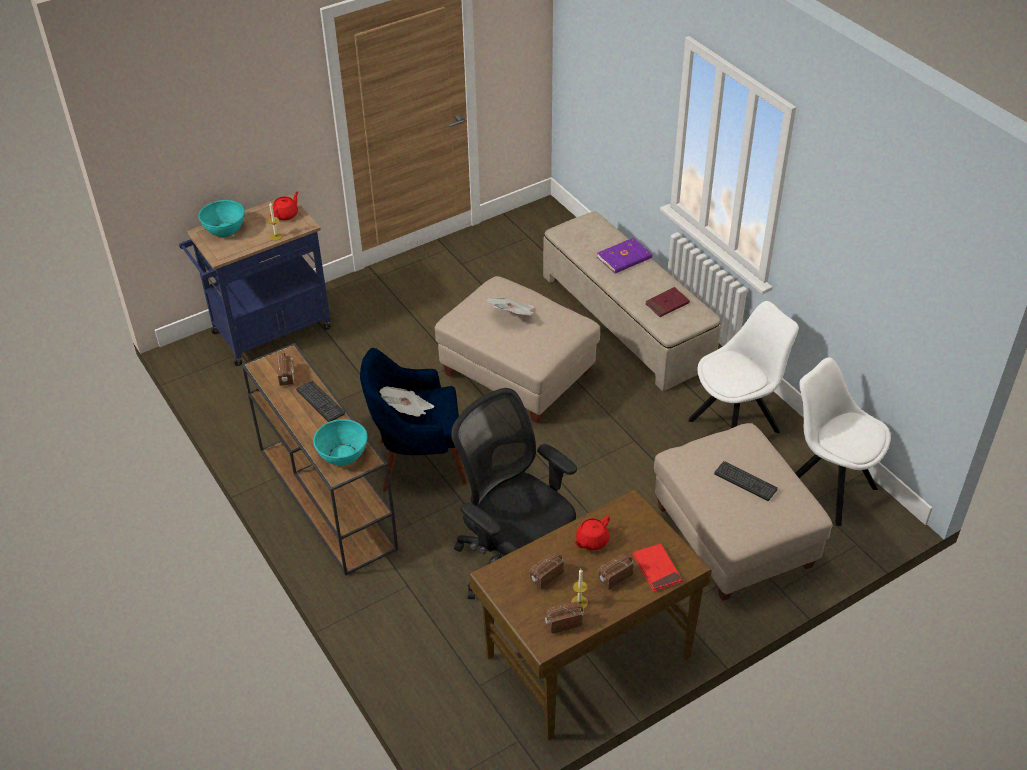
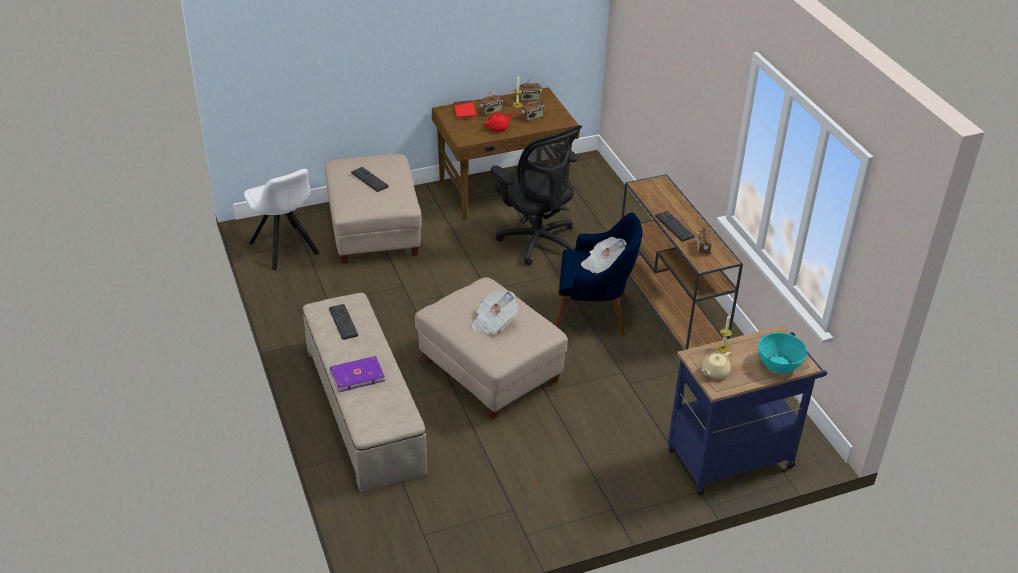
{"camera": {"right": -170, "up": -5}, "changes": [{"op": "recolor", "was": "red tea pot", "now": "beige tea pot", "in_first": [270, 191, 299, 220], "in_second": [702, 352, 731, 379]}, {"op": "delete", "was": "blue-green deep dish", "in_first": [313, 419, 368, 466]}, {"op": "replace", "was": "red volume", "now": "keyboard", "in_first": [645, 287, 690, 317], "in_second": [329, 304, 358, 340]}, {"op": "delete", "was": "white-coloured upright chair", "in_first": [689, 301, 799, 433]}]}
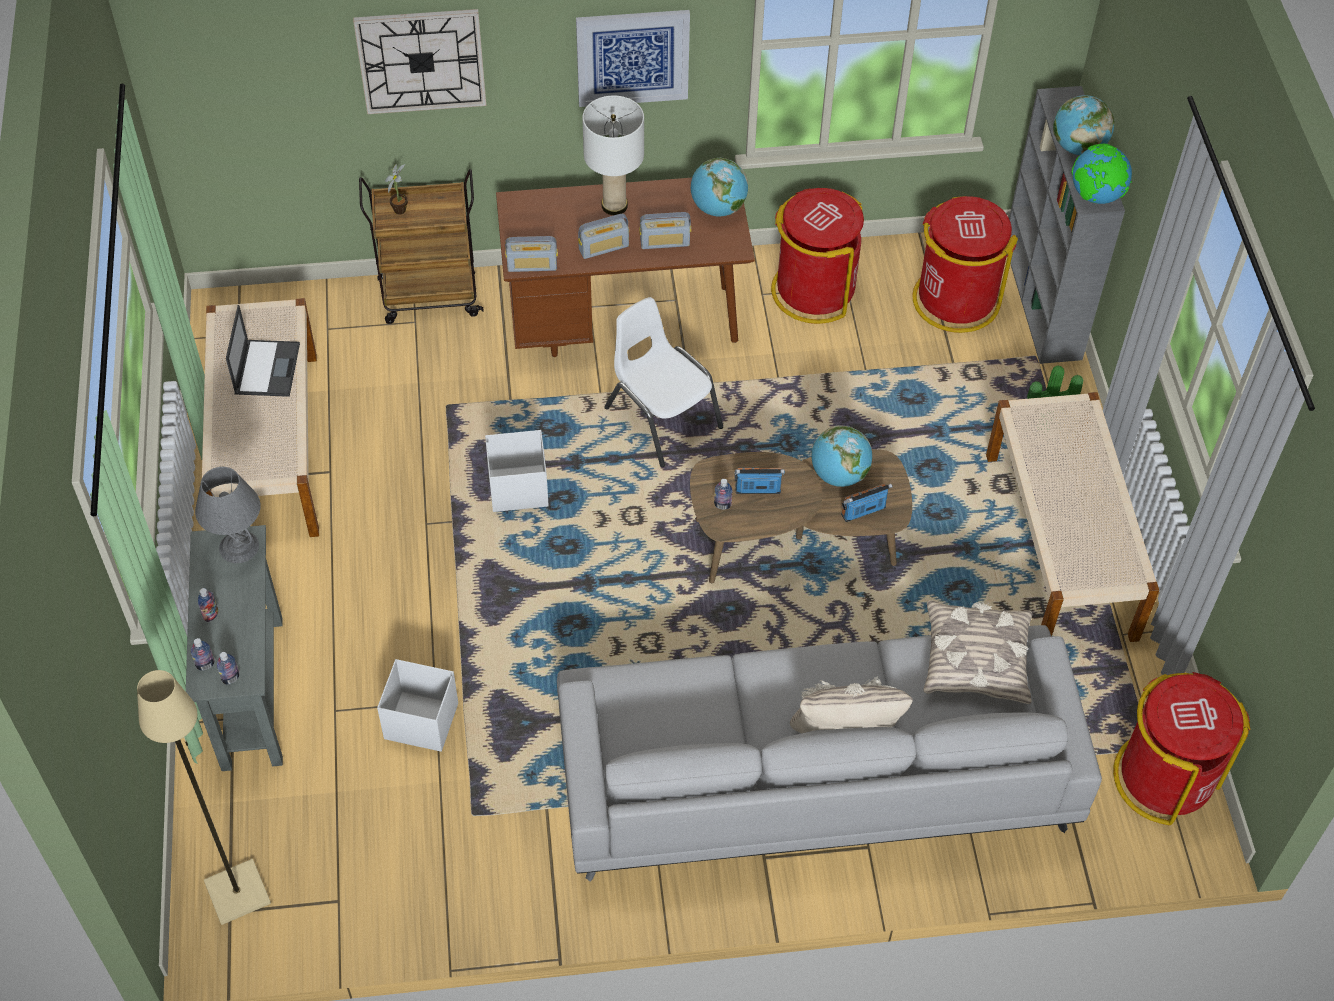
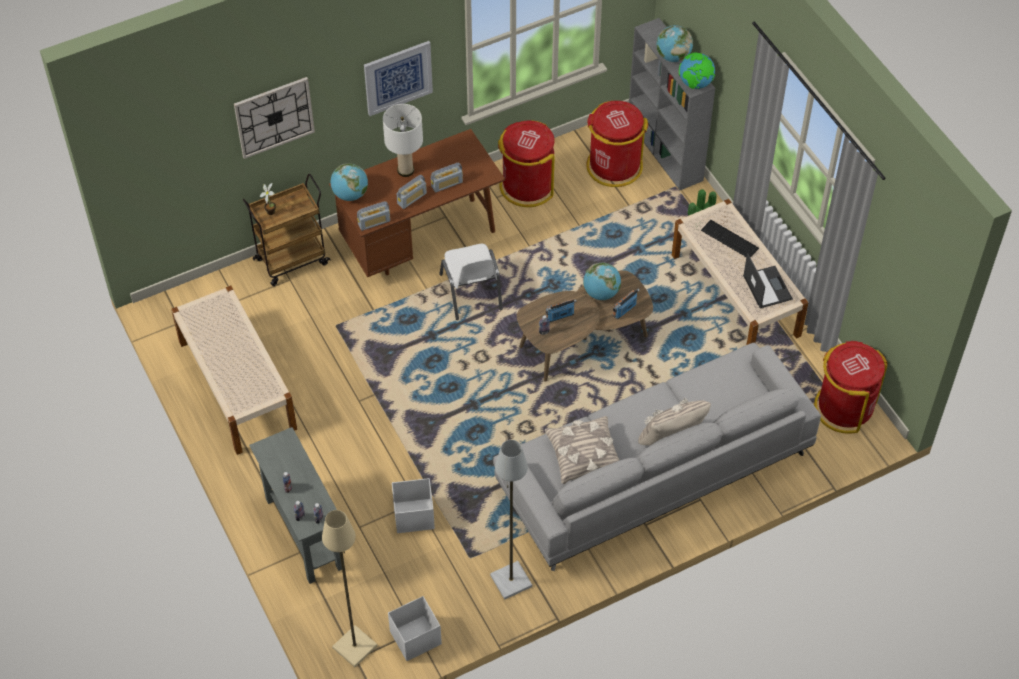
{"camera": {"right": -20, "up": 0}, "changes": [{"op": "delete", "was": "greyish table lamp", "in_first": [195, 467, 260, 563]}, {"op": "move", "was": "laptop", "in_first": [226, 305, 300, 397], "in_second": [743, 253, 793, 308]}, {"op": "move", "was": "white-coloured storage bin", "in_first": [485, 430, 549, 512], "in_second": [388, 596, 442, 661]}, {"op": "rotate", "was": "white-coloured upright chair", "in_first": [604, 297, 723, 467], "in_second": [439, 244, 503, 320], "clockwise": -135}, {"op": "move", "was": "desk globe", "in_first": [691, 158, 748, 216], "in_second": [331, 163, 368, 201]}, {"op": "move", "was": "beige throw pillow", "in_first": [923, 600, 1032, 704], "in_second": [545, 416, 619, 484]}, {"op": "insert", "now": "greyish standard lamp", "in_second": [490, 440, 532, 600]}, {"op": "insert", "now": "keyboard", "in_second": [701, 220, 759, 258]}]}
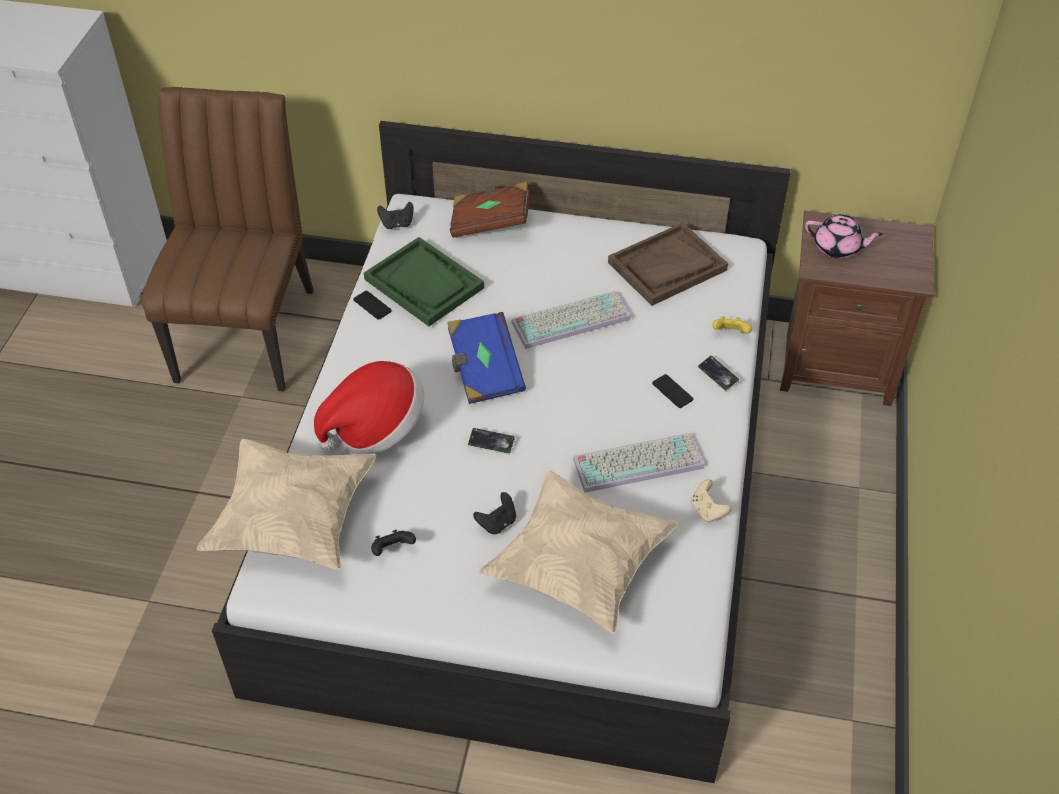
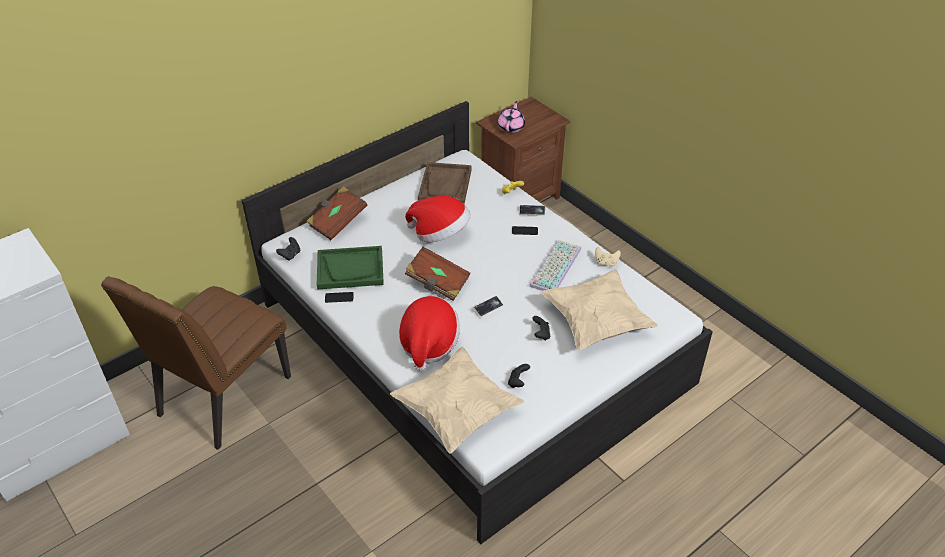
{"camera": {"right": -50, "up": -5}, "changes": [{"op": "rotate", "was": "brownish upright chair", "in_first": [142, 87, 314, 391], "in_second": [101, 276, 291, 450], "clockwise": -105}, {"op": "recolor", "was": "blue-coloured volume", "now": "brownish volume", "in_first": [447, 312, 526, 404], "in_second": [405, 247, 471, 301]}, {"op": "replace", "was": "keyboard", "now": "clothing hat", "in_first": [511, 291, 631, 349], "in_second": [405, 196, 470, 242]}, {"op": "rotate", "was": "pink tea pot", "in_first": [805, 214, 883, 259], "in_second": [498, 101, 525, 133], "clockwise": -45}]}
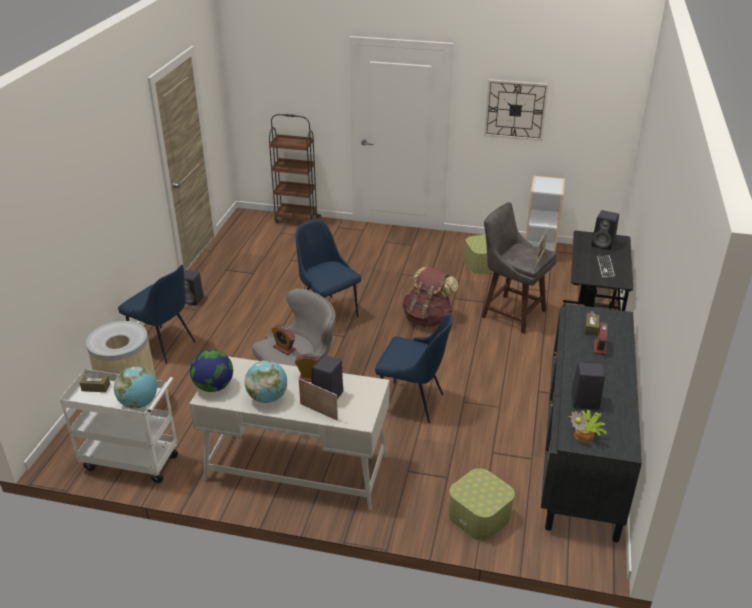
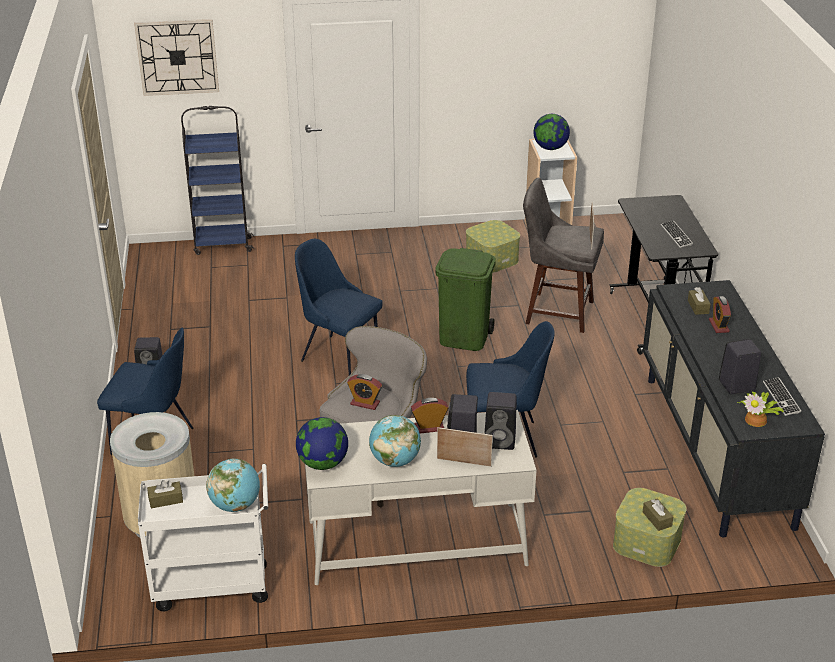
{"camera": {"right": -20, "up": 0}, "changes": [{"op": "recolor", "was": "brownish trolley", "now": "blue-coloured trolley", "in_first": [269, 114, 322, 223], "in_second": [181, 106, 254, 255]}, {"op": "replace", "was": "brownish backpack", "now": "green-coloured waste bin", "in_first": [402, 267, 458, 327], "in_second": [435, 248, 496, 351]}, {"op": "move", "was": "clock on the wall", "in_first": [484, 79, 549, 141], "in_second": [134, 19, 219, 96]}, {"op": "move", "was": "blackish audio speaker", "in_first": [591, 210, 619, 250], "in_second": [485, 392, 517, 450]}, {"op": "insert", "now": "desk globe", "in_second": [533, 114, 570, 150]}, {"op": "insert", "now": "brownish tissue box", "in_second": [643, 499, 673, 531]}, {"op": "insert", "now": "keyboard", "in_second": [763, 377, 801, 416]}]}
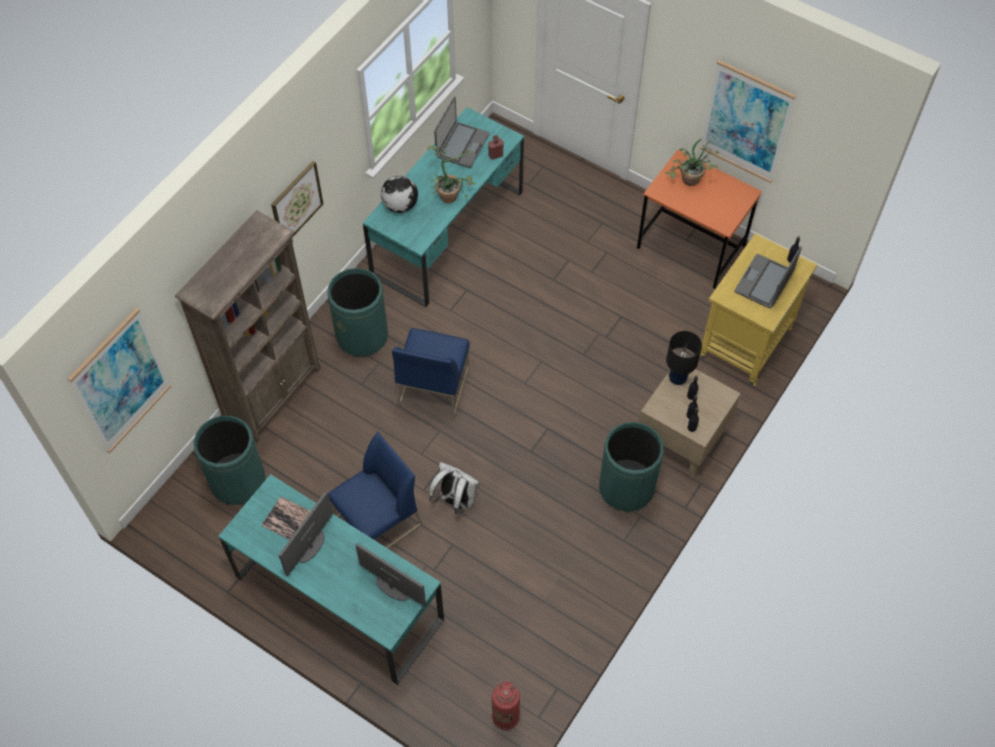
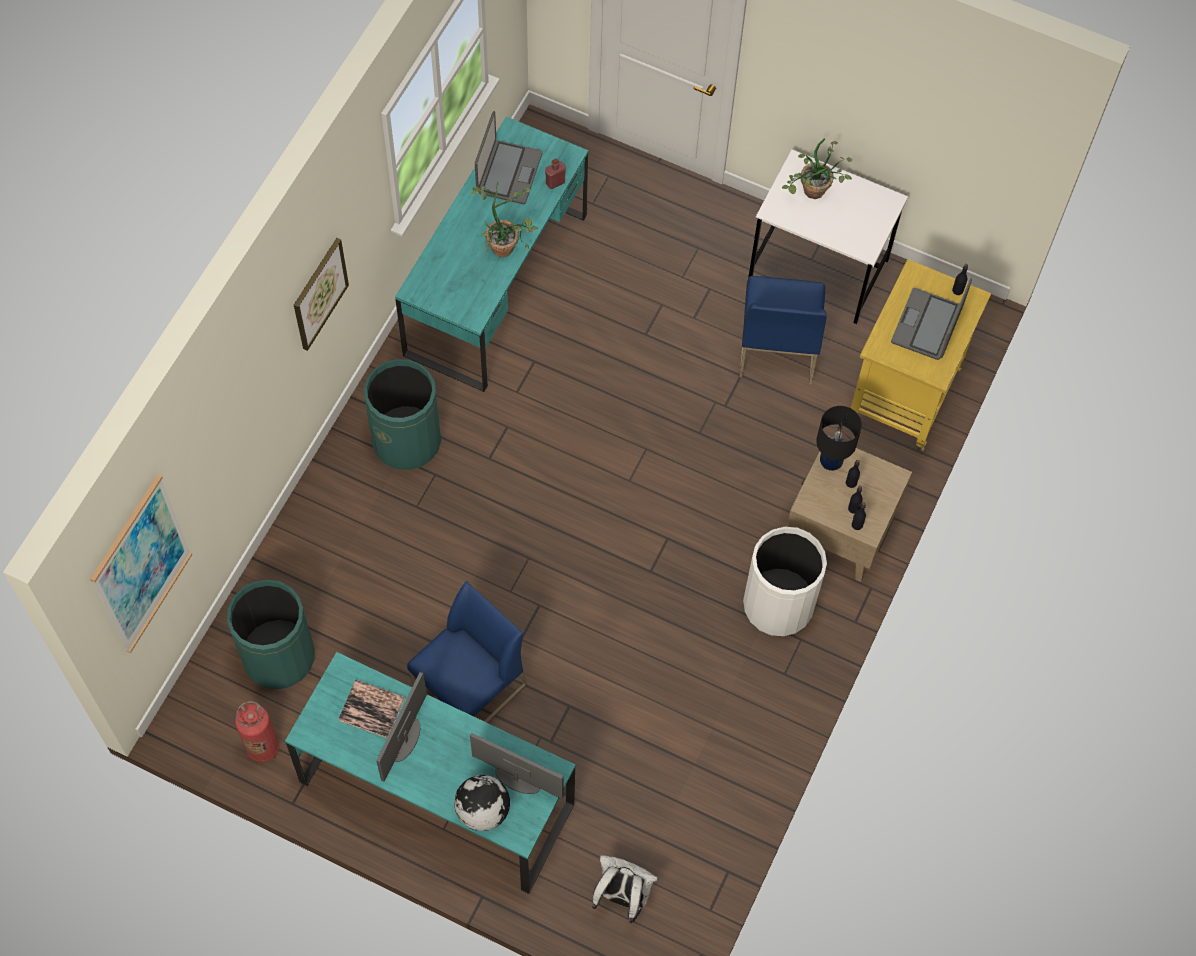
{"camera": {"right": -10, "up": 5}, "changes": [{"op": "delete", "was": "brownish bookshelf", "in_first": [175, 210, 321, 443]}, {"op": "move", "was": "desk globe", "in_first": [381, 176, 418, 213], "in_second": [454, 775, 510, 831]}, {"op": "move", "was": "blue-coloured upright chair", "in_first": [392, 328, 470, 420], "in_second": [739, 276, 827, 384]}, {"op": "move", "was": "white-coloured backpack", "in_first": [429, 462, 480, 515], "in_second": [592, 855, 658, 923]}, {"op": "move", "was": "fire extinguisher", "in_first": [492, 680, 520, 730], "in_second": [235, 701, 279, 763]}, {"op": "recolor", "was": "green-coloured waste bin", "now": "white-coloured waste bin", "in_first": [599, 422, 663, 512], "in_second": [743, 527, 827, 636]}, {"op": "recolor", "was": "orange desk unit", "now": "white-coloured desk unit", "in_first": [637, 150, 762, 289], "in_second": [748, 150, 908, 324]}, {"op": "delete", "was": "wall art", "in_first": [700, 60, 796, 183]}]}
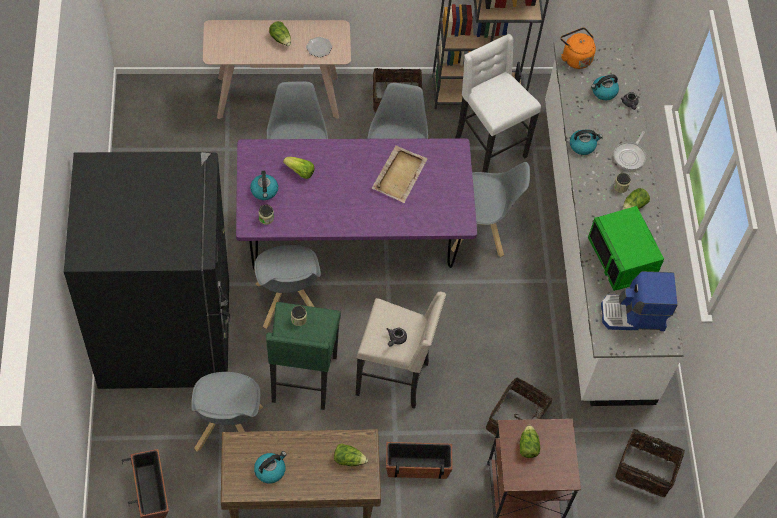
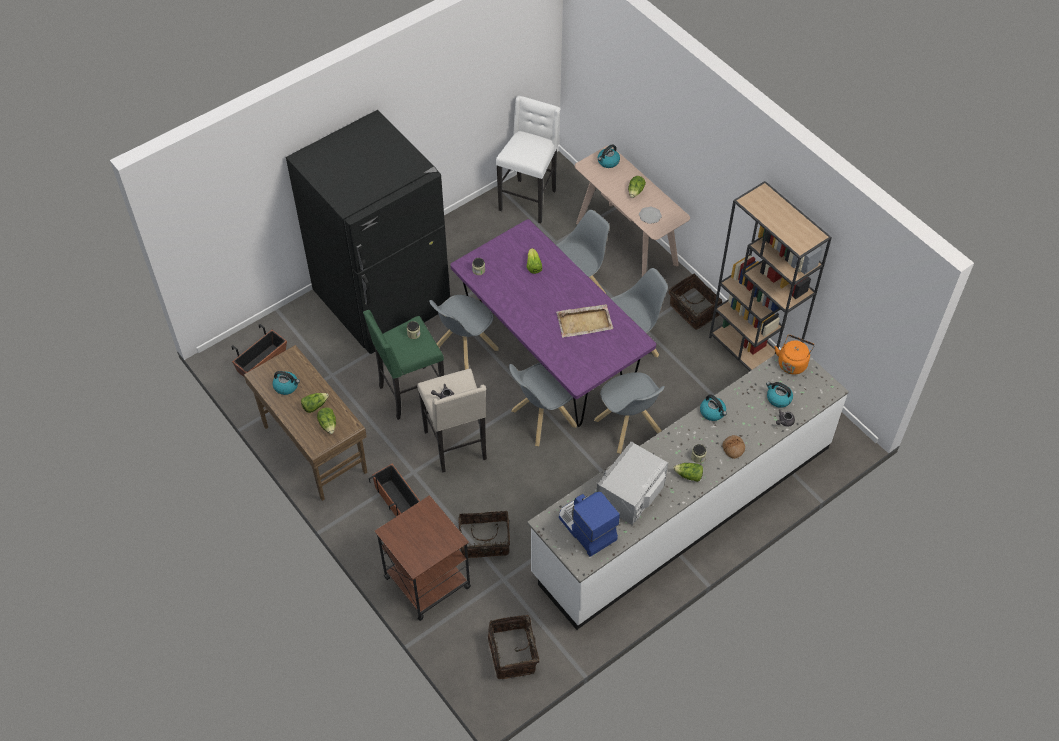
{"camera": {"right": 60, "up": -5}, "changes": [{"op": "move", "was": "greyish upright chair", "in_first": [191, 372, 263, 452], "in_second": [509, 363, 577, 446]}, {"op": "move", "was": "water kettle", "in_first": [250, 171, 278, 200], "in_second": [598, 144, 620, 168]}, {"op": "move", "was": "white-coloured sitting stool", "in_first": [455, 34, 541, 173], "in_second": [496, 96, 561, 224]}, {"op": "move", "was": "lettuce", "in_first": [520, 425, 540, 458], "in_second": [301, 393, 329, 413]}, {"op": "recolor", "was": "green-coloured microwave oven", "now": "greyish microwave oven", "in_first": [588, 206, 664, 291], "in_second": [597, 441, 668, 525]}, {"op": "replace", "was": "pan", "now": "baked bread", "in_first": [613, 131, 646, 170], "in_second": [723, 435, 745, 459]}]}
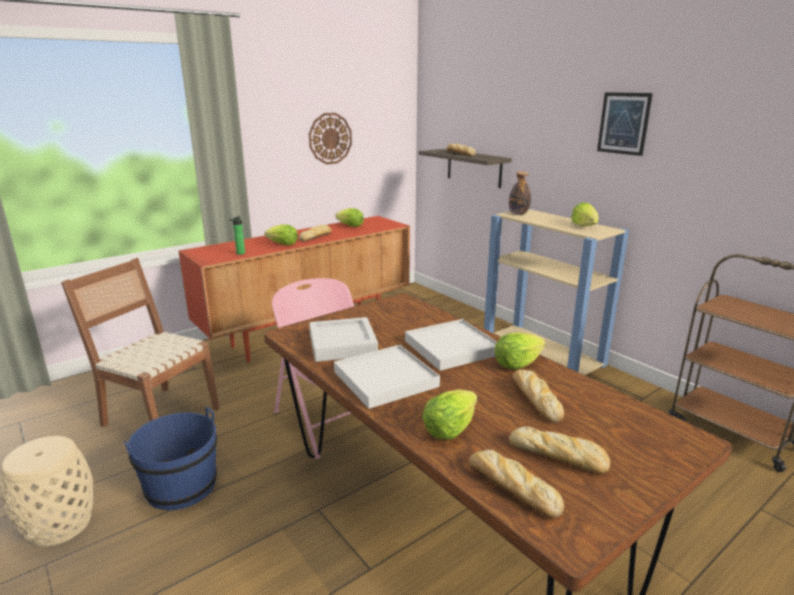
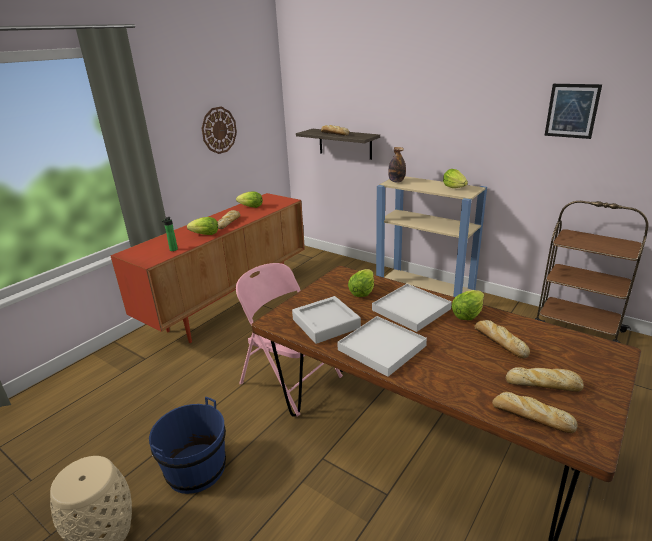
{"camera": {"right": -15, "up": 5}, "changes": [{"op": "delete", "was": "upright chair", "in_first": [61, 258, 219, 427]}, {"op": "move", "was": "lettuce", "in_first": [422, 389, 477, 439], "in_second": [348, 269, 374, 297]}, {"op": "move", "was": "wall art", "in_first": [597, 92, 653, 156], "in_second": [544, 84, 602, 139]}]}
